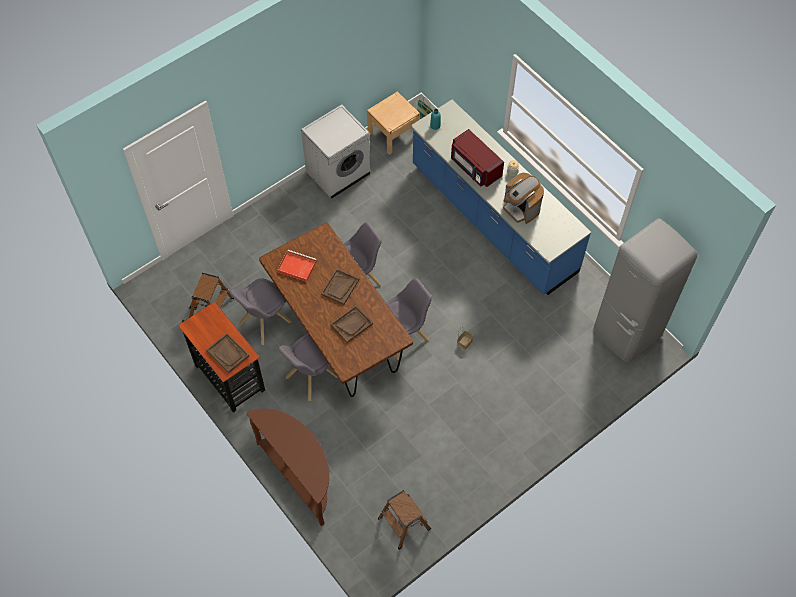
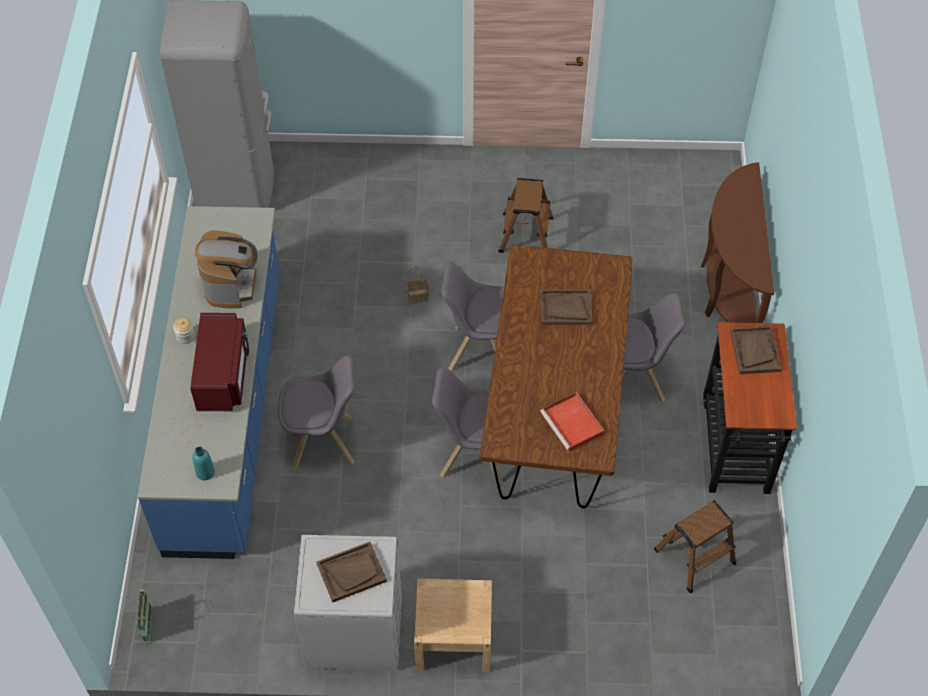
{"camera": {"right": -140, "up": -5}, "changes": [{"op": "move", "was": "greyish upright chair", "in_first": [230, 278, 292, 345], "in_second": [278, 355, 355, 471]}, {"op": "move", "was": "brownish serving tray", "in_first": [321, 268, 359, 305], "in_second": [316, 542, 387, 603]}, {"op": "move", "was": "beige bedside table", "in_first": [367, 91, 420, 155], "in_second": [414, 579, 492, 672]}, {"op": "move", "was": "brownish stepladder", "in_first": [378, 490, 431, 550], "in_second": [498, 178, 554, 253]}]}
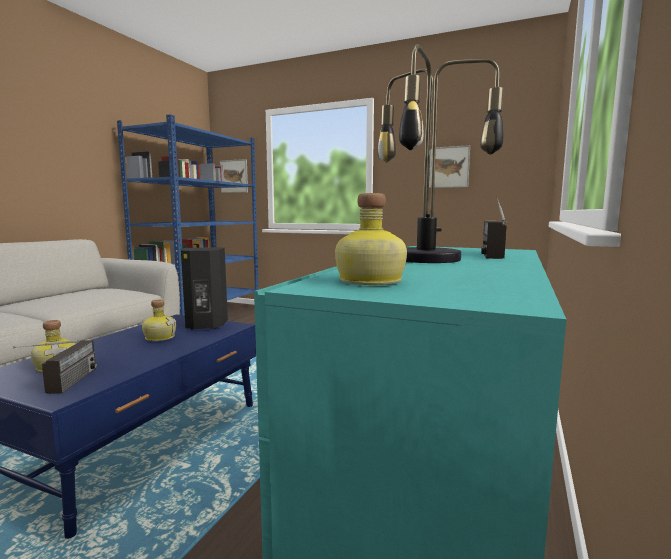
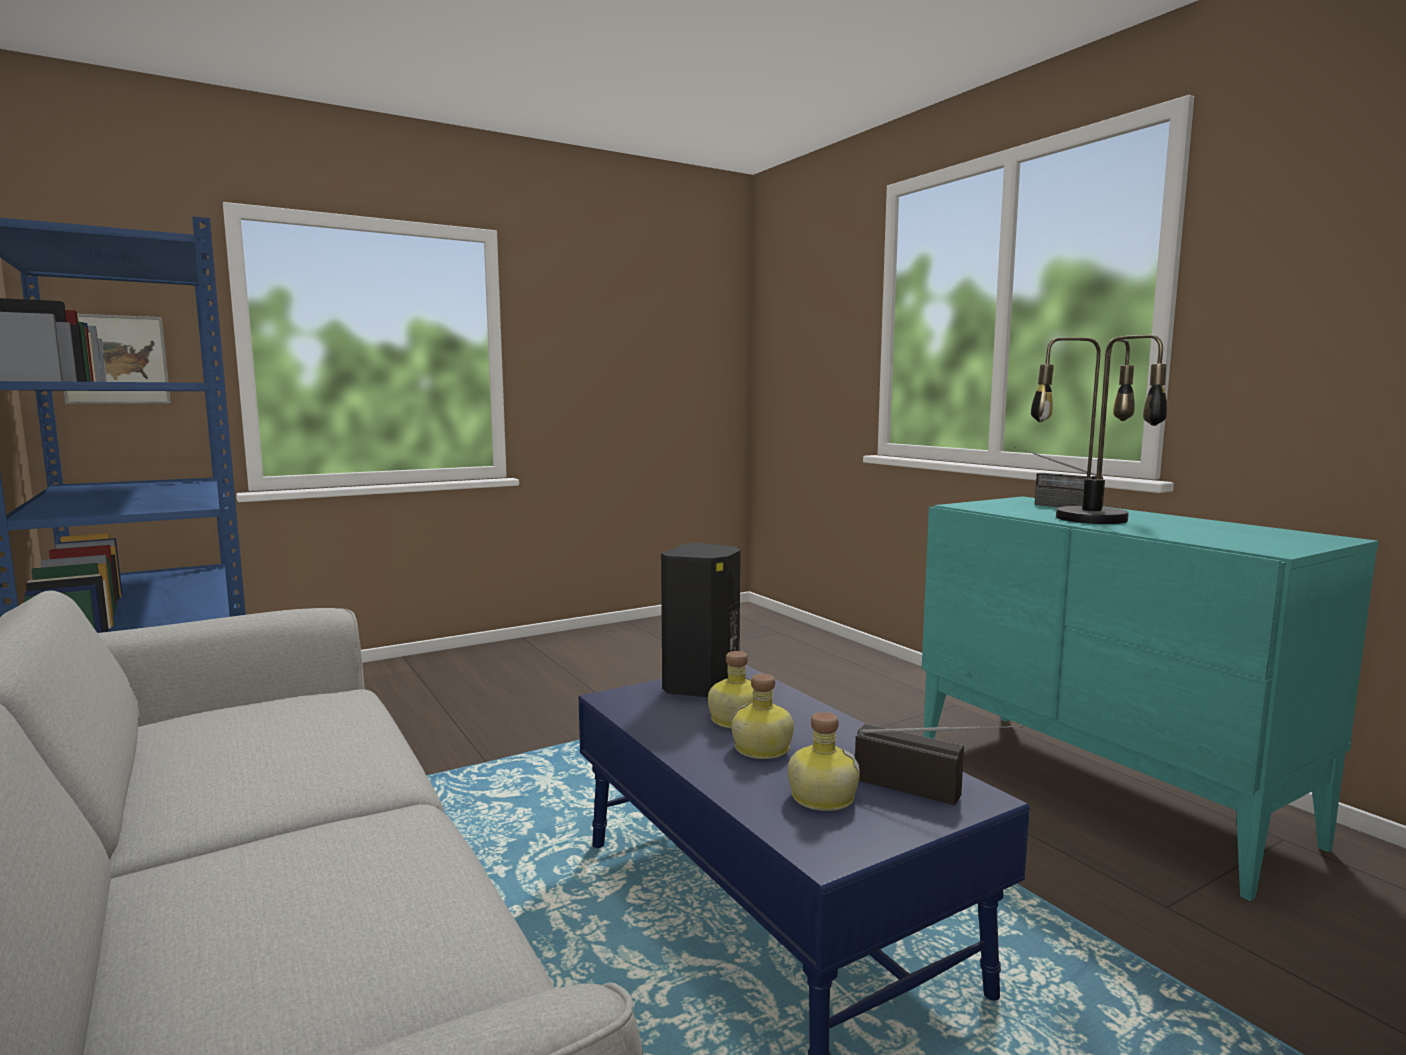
{"camera": {"right": -55, "up": 0}, "changes": [{"op": "move", "was": "drink bottle", "in_first": [335, 193, 407, 285], "in_second": [731, 674, 794, 759]}, {"op": "delete", "was": "wall art", "in_first": [429, 145, 470, 188]}]}
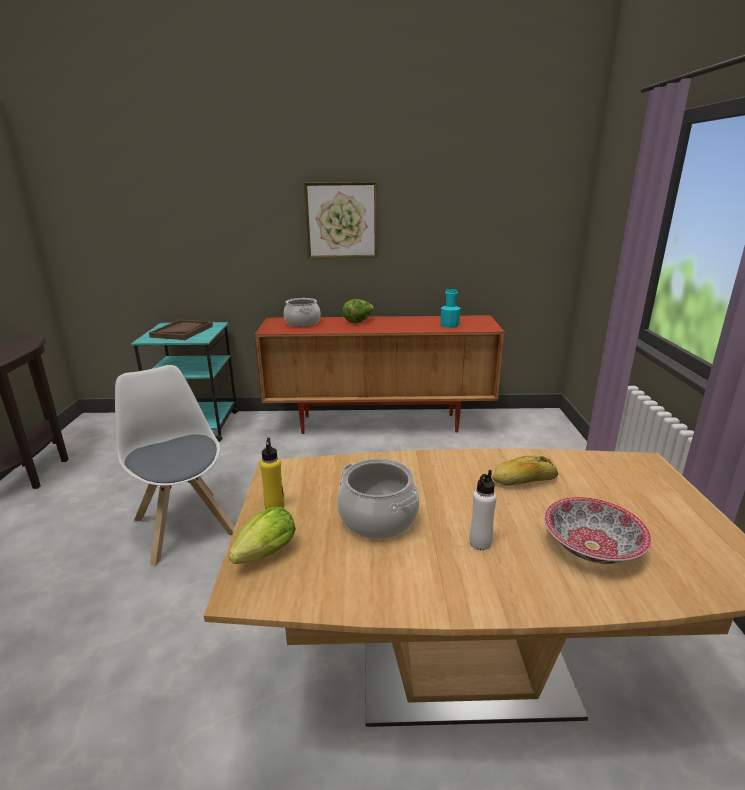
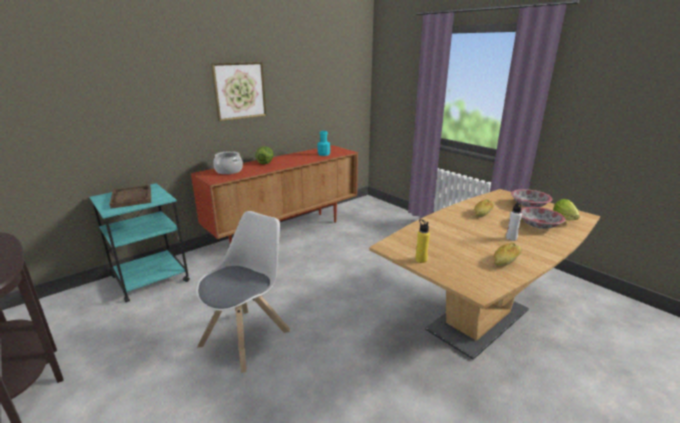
{"camera": {"right": -40, "up": 0}, "changes": [{"op": "rotate", "was": "upright chair", "in_first": [115, 365, 235, 566], "in_second": [196, 211, 290, 373], "clockwise": 105}, {"op": "move", "was": "lettuce", "in_first": [229, 507, 296, 564], "in_second": [553, 199, 580, 220]}, {"op": "delete", "was": "cooking pot", "in_first": [337, 458, 419, 540]}, {"op": "insert", "now": "baked bread", "in_second": [494, 242, 521, 266]}, {"op": "insert", "now": "deep dish", "in_second": [511, 189, 552, 207]}]}
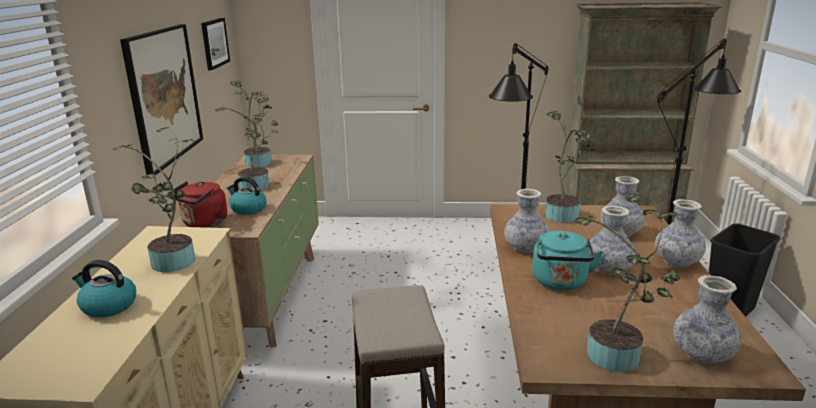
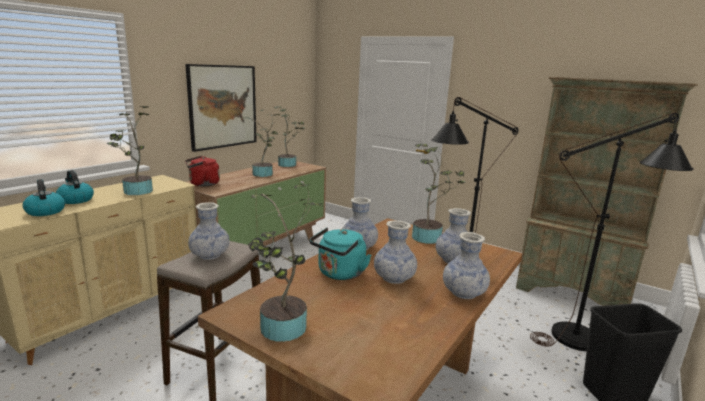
{"camera": {"right": 30, "up": -5}, "changes": [{"op": "delete", "was": "wall art", "in_first": [201, 18, 230, 70]}, {"op": "move", "was": "water kettle", "in_first": [227, 177, 266, 215], "in_second": [22, 179, 65, 216]}, {"op": "move", "was": "decorative vase", "in_first": [673, 275, 741, 364], "in_second": [188, 202, 230, 260]}]}
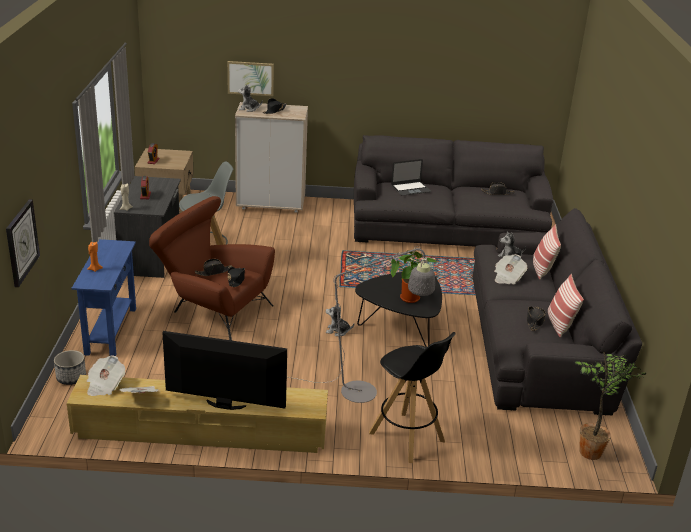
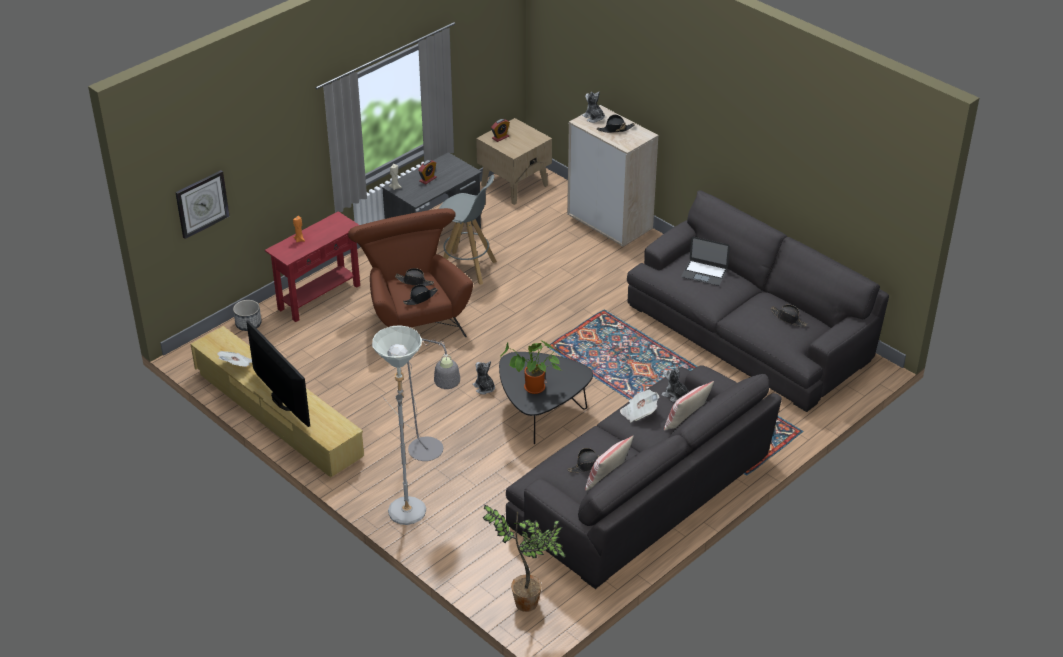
{"camera": {"right": 45, "up": 10}, "changes": [{"op": "recolor", "was": "blue-coloured hall table", "now": "red hall table", "in_first": [71, 239, 136, 356], "in_second": [265, 211, 360, 322]}, {"op": "delete", "was": "daily paper", "in_first": [87, 356, 126, 396]}, {"op": "delete", "was": "wall art", "in_first": [227, 61, 274, 96]}, {"op": "replace", "was": "blackish sitting stool", "now": "greyish standard lamp", "in_first": [369, 332, 456, 463], "in_second": [372, 325, 426, 525]}]}
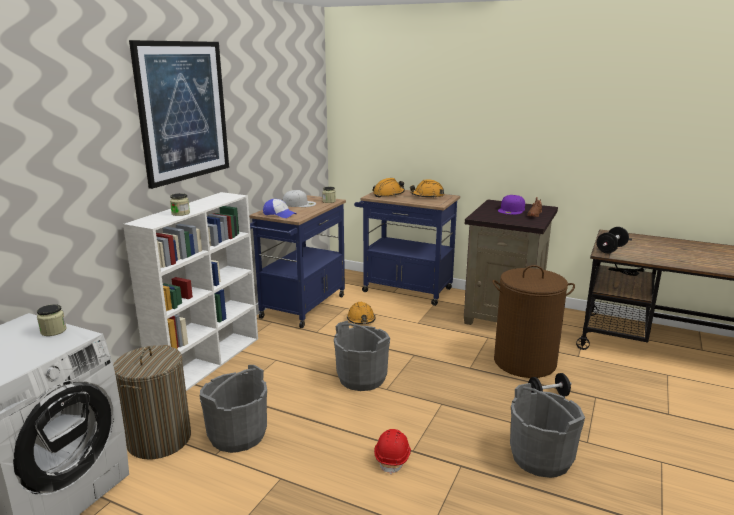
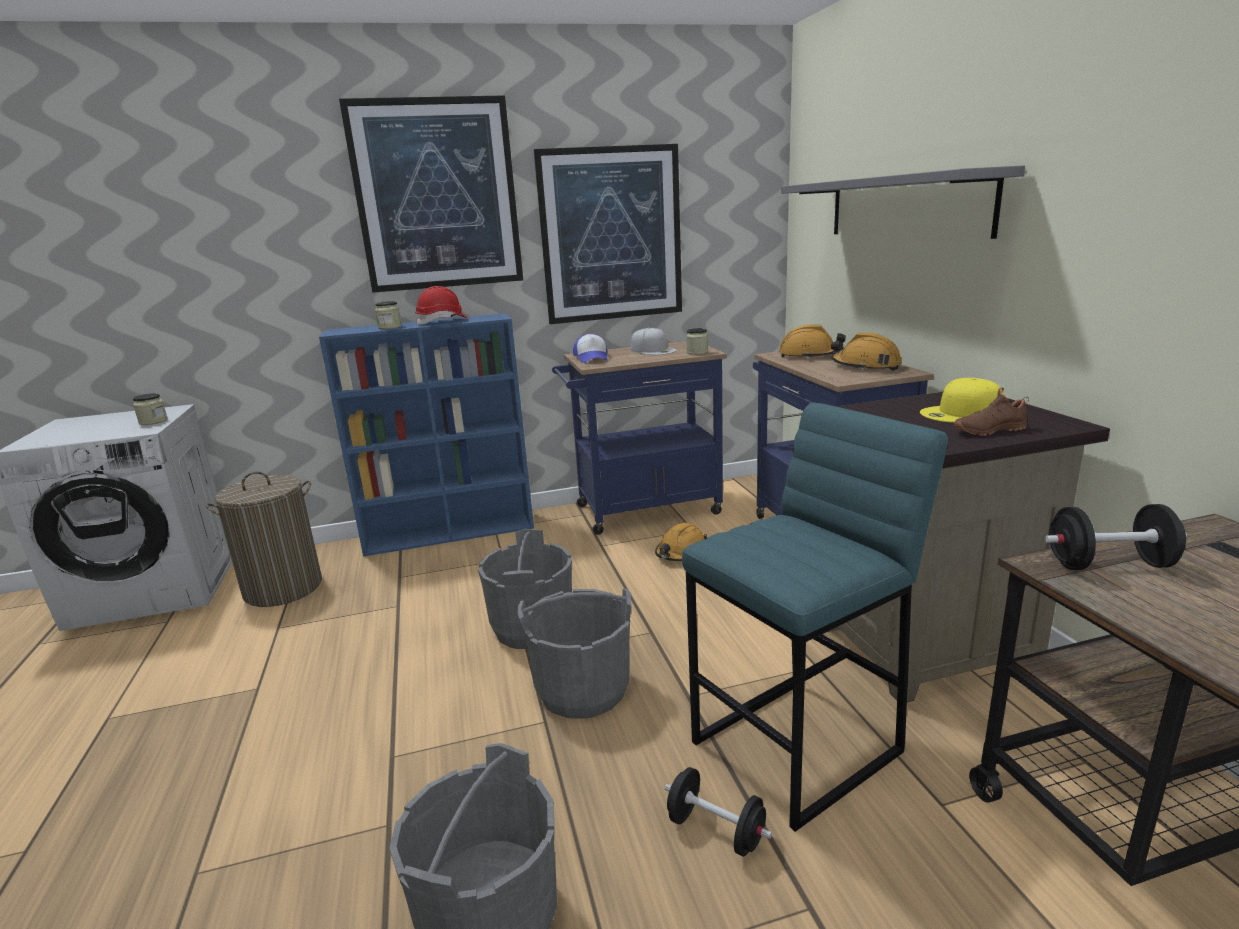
{"camera": {"right": 50, "up": 0}, "changes": [{"op": "recolor", "was": "white-coloured bookshelf", "now": "blue-coloured bookshelf", "in_first": [123, 192, 258, 391], "in_second": [319, 313, 534, 556]}, {"op": "move", "was": "greyish water bucket", "in_first": [200, 365, 267, 453], "in_second": [517, 589, 632, 718]}, {"op": "move", "was": "red work helmet", "in_first": [374, 429, 411, 475], "in_second": [415, 286, 469, 325]}, {"op": "replace", "was": "brownish washing basket", "now": "blue-green sitting stool", "in_first": [492, 265, 575, 378], "in_second": [682, 403, 948, 832]}, {"op": "recolor", "was": "purplish peaked cap", "now": "yellow-coloured peaked cap", "in_first": [498, 195, 525, 215], "in_second": [920, 378, 1005, 423]}, {"op": "insert", "now": "wall art", "in_second": [534, 144, 682, 324]}, {"op": "insert", "now": "greyish bracket shelf", "in_second": [781, 165, 1025, 239]}]}
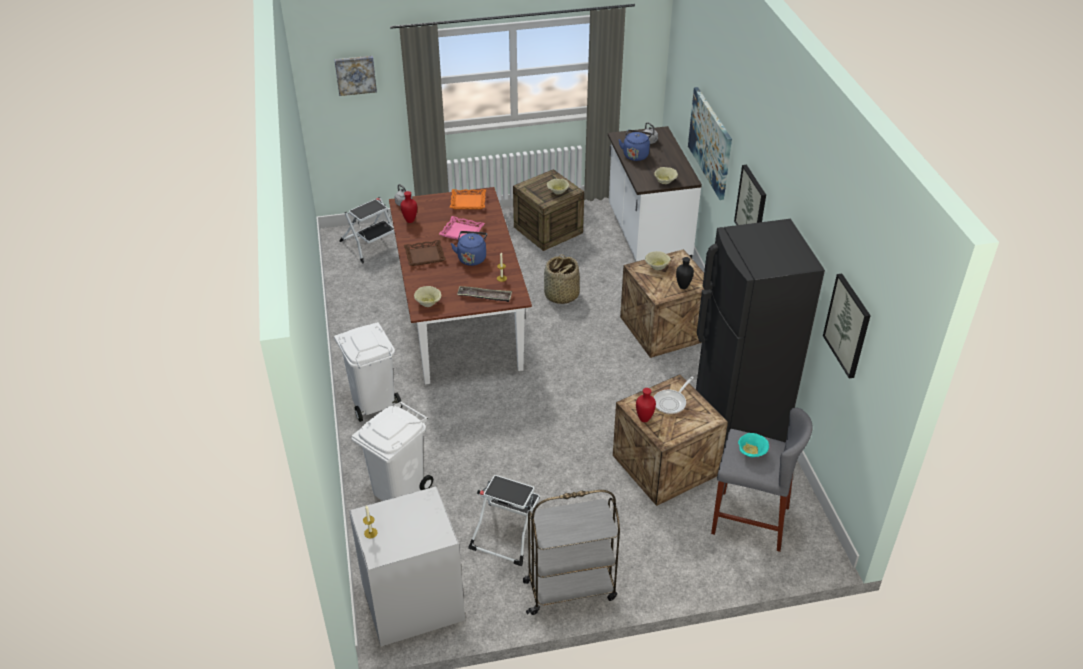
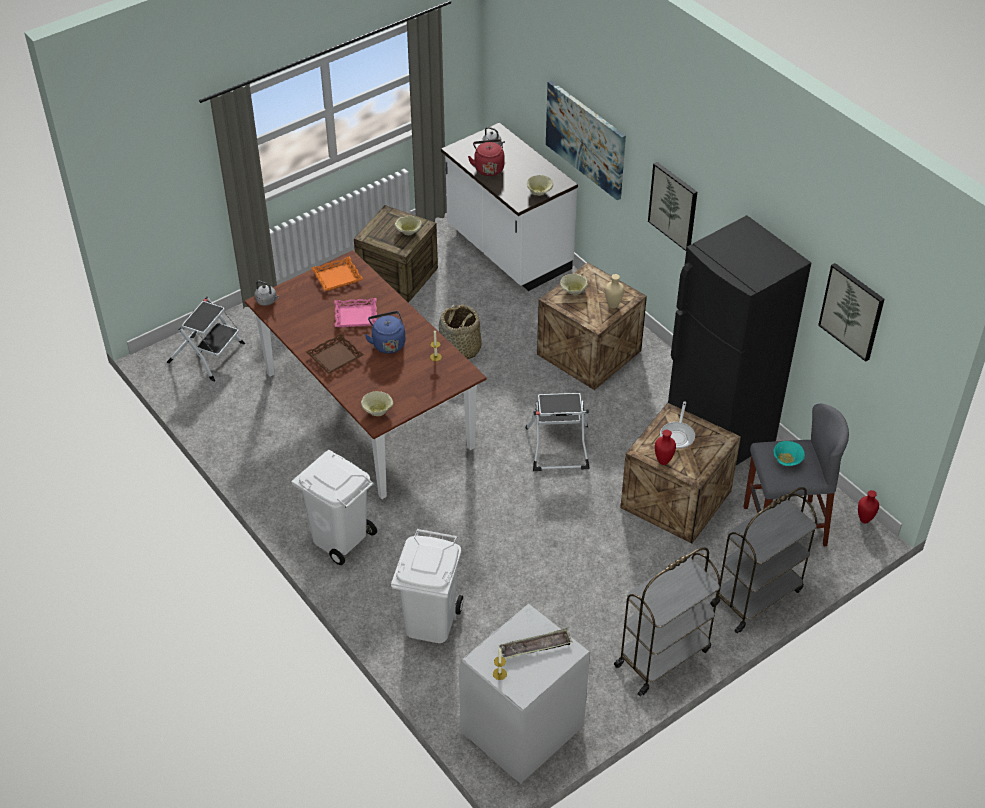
{"camera": {"right": -25, "up": 5}, "changes": [{"op": "delete", "was": "wall art", "in_first": [334, 56, 377, 96]}, {"op": "move", "was": "red decorative vase", "in_first": [400, 191, 417, 223], "in_second": [858, 490, 879, 523]}, {"op": "move", "was": "serving tray", "in_first": [457, 286, 512, 302], "in_second": [499, 628, 572, 659]}, {"op": "move", "was": "stepladder", "in_first": [468, 475, 540, 566], "in_second": [525, 393, 590, 471]}, {"op": "recolor", "was": "blue-coloured water kettle", "now": "red water kettle", "in_first": [618, 130, 652, 161], "in_second": [468, 139, 504, 176]}, {"op": "recolor", "was": "blackish decorative vase", "now": "beige decorative vase", "in_first": [676, 257, 694, 289], "in_second": [605, 274, 624, 308]}, {"op": "insert", "now": "greyish trolley", "in_second": [710, 487, 817, 633]}]}
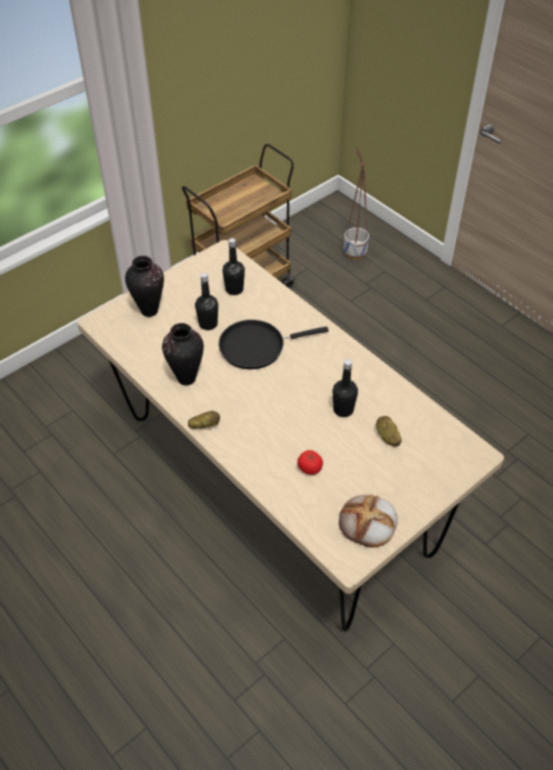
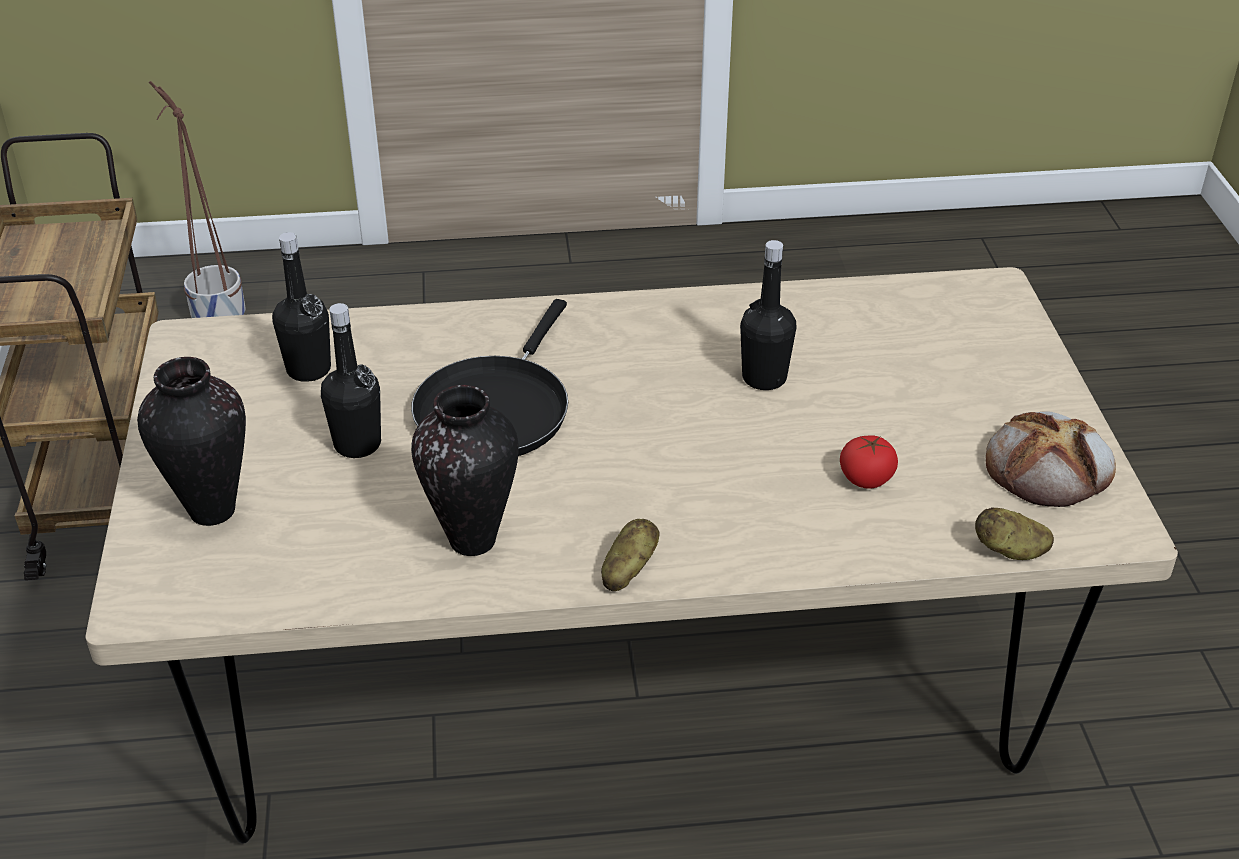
{"camera": {"right": -55, "up": -10}, "changes": [{"op": "move", "was": "spud", "in_first": [376, 416, 402, 446], "in_second": [975, 507, 1054, 560]}]}
